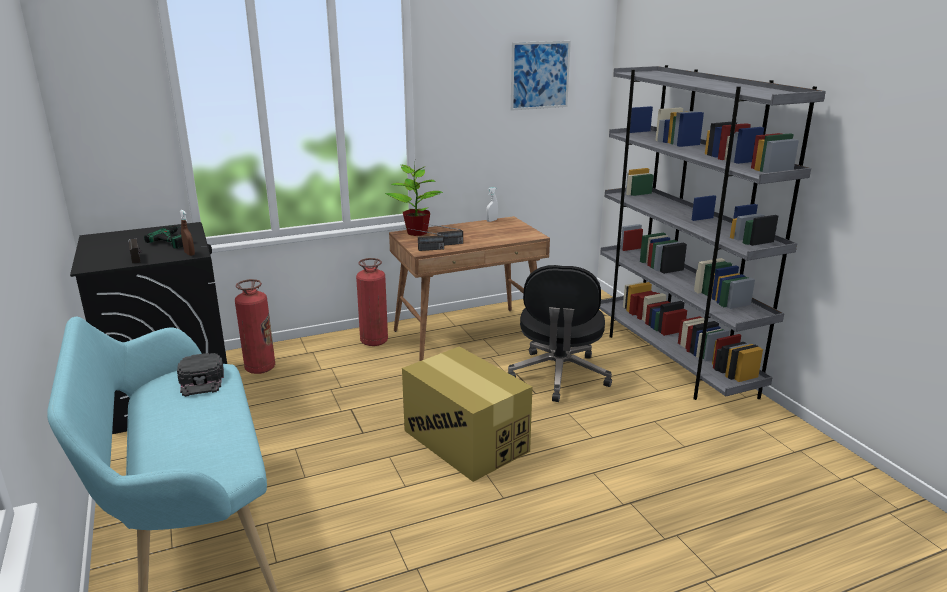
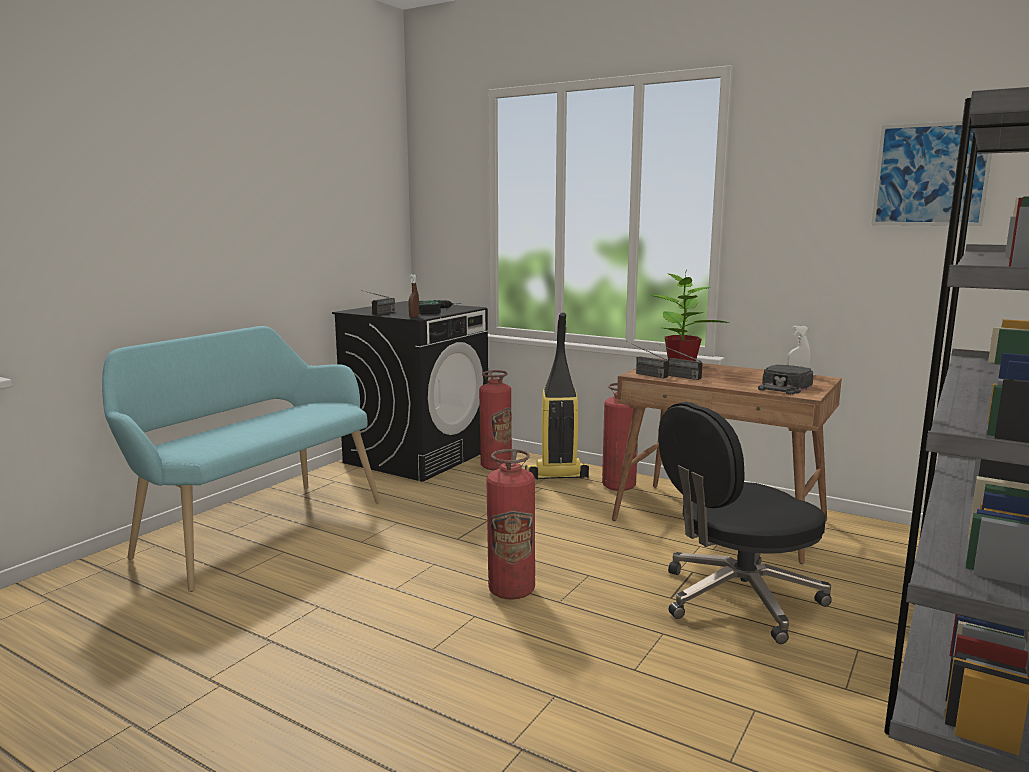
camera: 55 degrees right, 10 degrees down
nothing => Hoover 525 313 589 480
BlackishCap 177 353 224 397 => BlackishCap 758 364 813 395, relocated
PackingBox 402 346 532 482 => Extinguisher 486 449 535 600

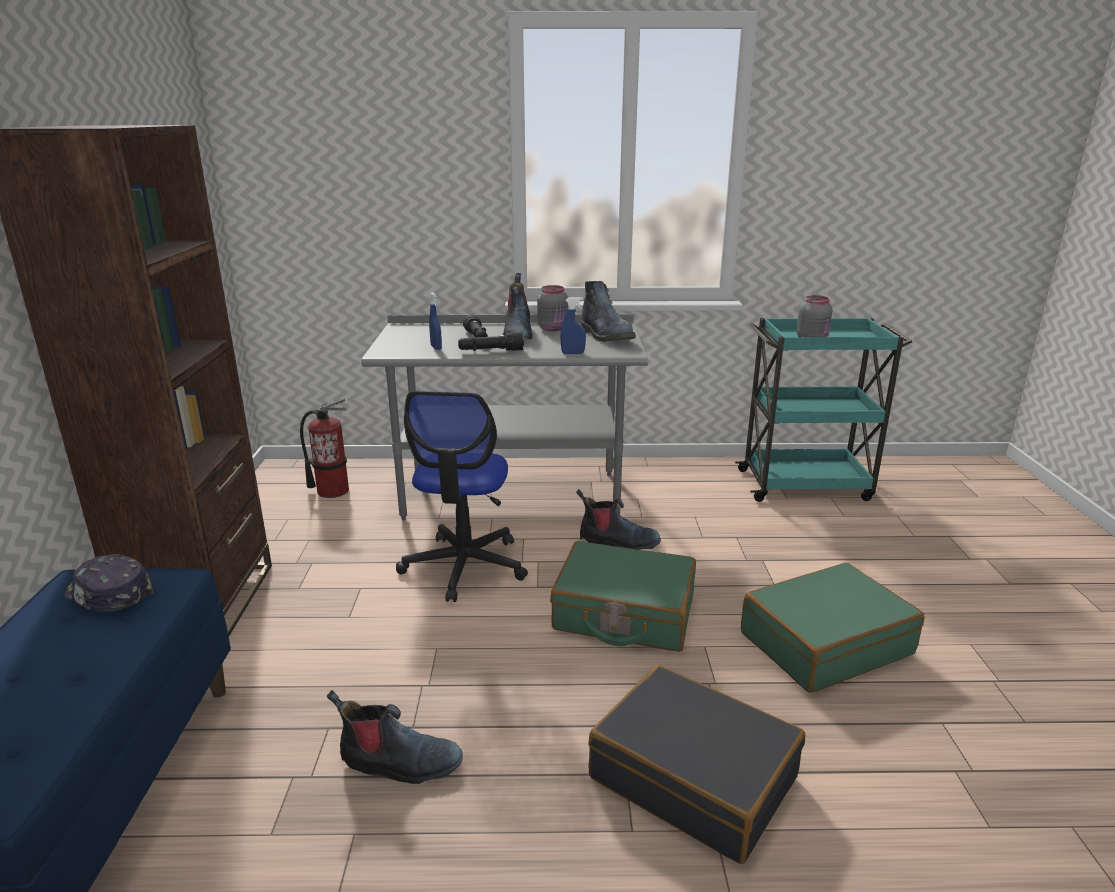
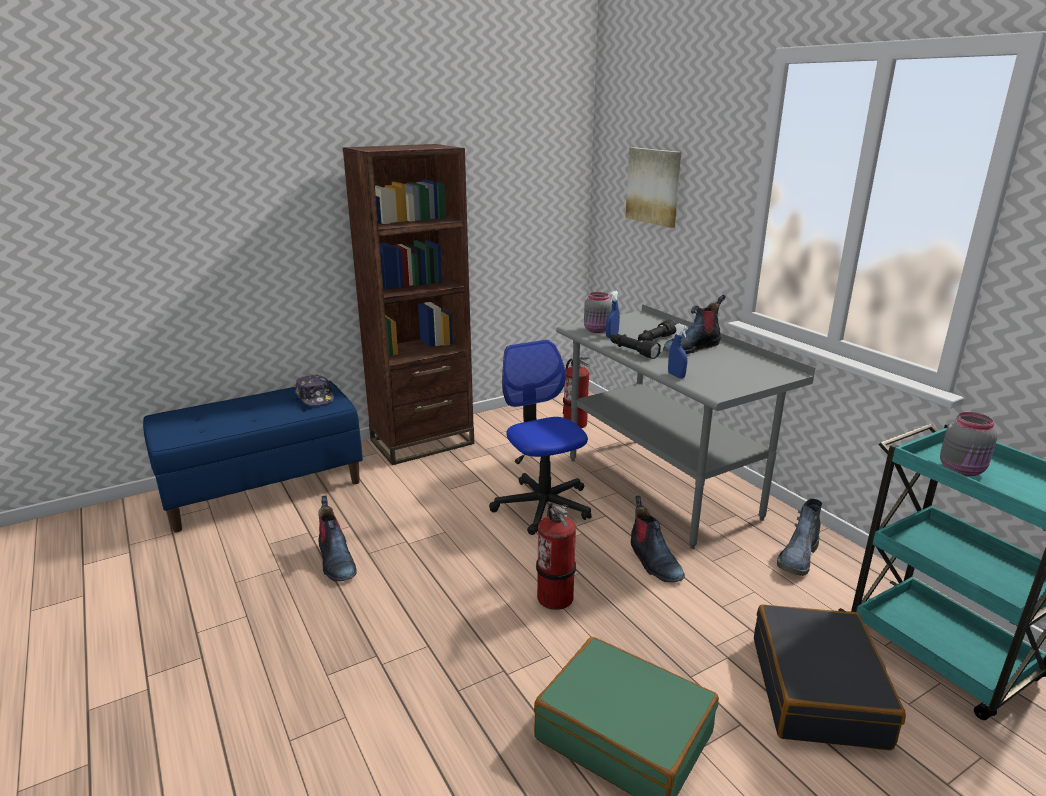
camera: 60 degrees right, 0 degrees up
nothing => Picture 625 147 681 228
GrayStorageJar 537 285 568 331 => GrayStorageJar 584 292 612 333, relocated
Boot 581 281 636 342 => Boot 777 499 822 576, relocated
BlackishSuitcase 588 665 805 864 => BlackishSuitcase 754 605 906 750, relocated
GreenishSuitcase 550 541 696 652 => Extinguisher 536 503 576 610
Cap 64 554 153 612 => Cap 295 374 334 406, 150 degrees clockwise
ComputerChair 396 391 528 602 => ComputerChair 489 340 592 535, 90 degrees clockwise

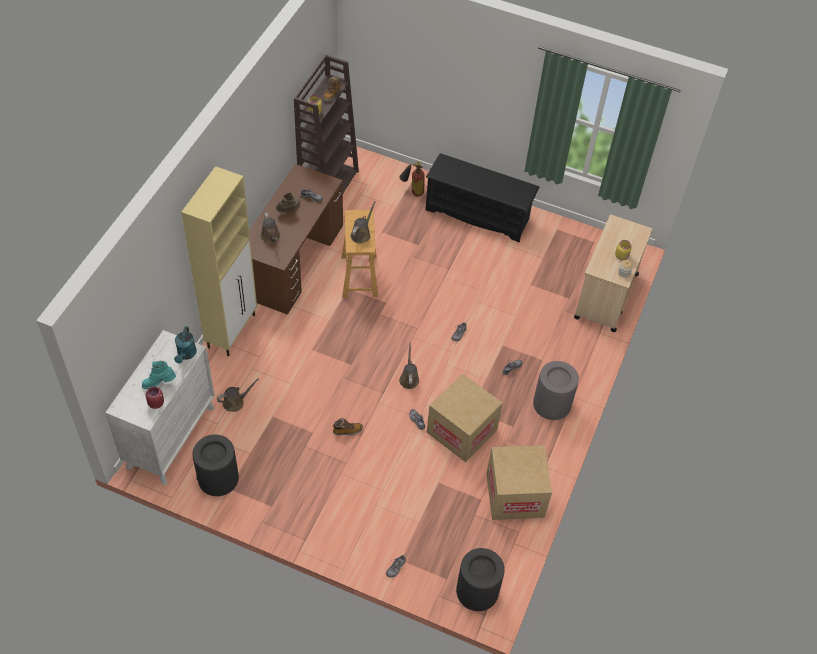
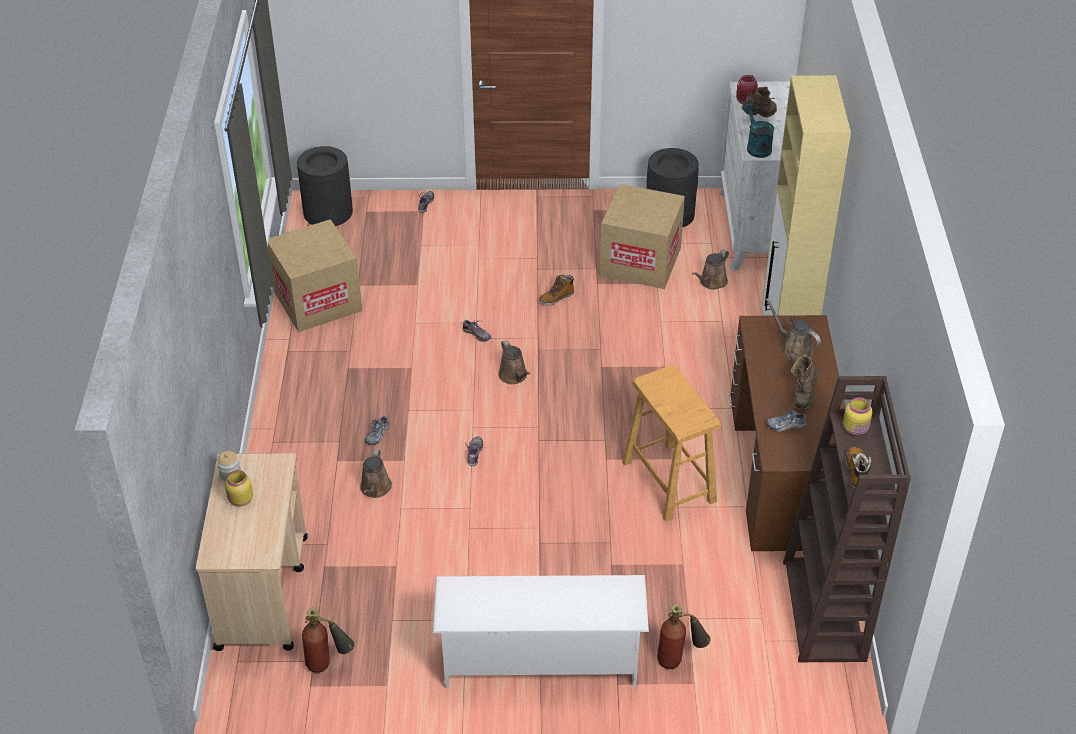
camera: 160 degrees right, 10 degrees down
GrayTrashCan 533 361 579 420 => nothing
nothing => Extinguisher 302 608 354 673
BrownSprinklingCan 351 201 376 243 => BrownSprinklingCan 360 449 392 498, relocated
PackingBox 427 374 503 462 => PackingBox 600 184 685 289, relocated
TurquoiseBoot 142 361 176 389 => BrownBoot 742 87 777 117
BlackishShoeStand 425 153 540 242 => WhitishShoeStand 433 575 649 688

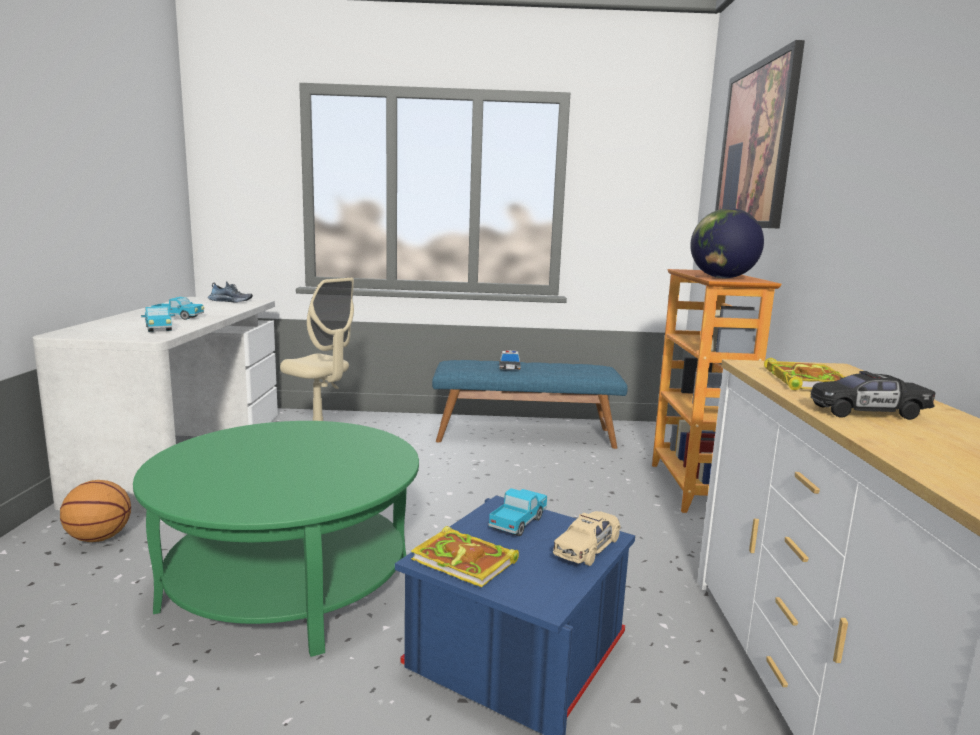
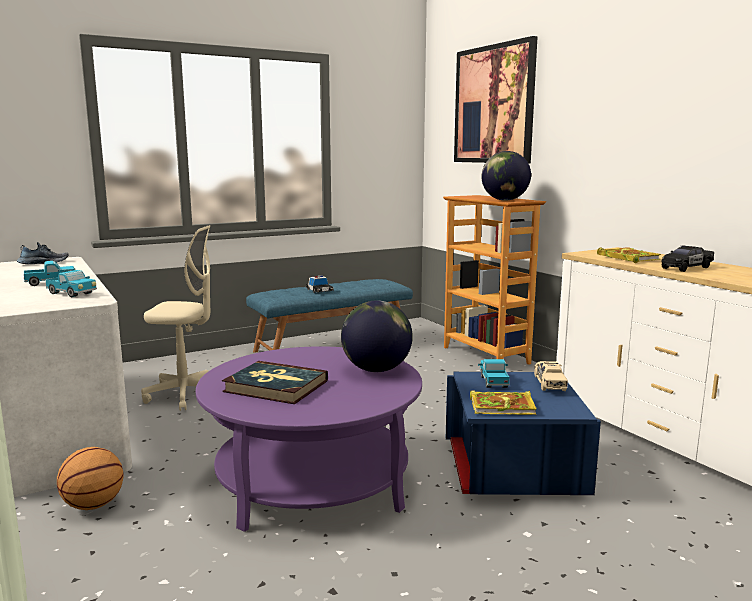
camera: 30 degrees left, 0 degrees up
nothing => BoundBook 222 361 328 404
nothing => WorldGlobe 341 300 413 372
GreenishLoungeTable 133 421 419 657 => PurpleColouredLoungeTable 196 346 422 532

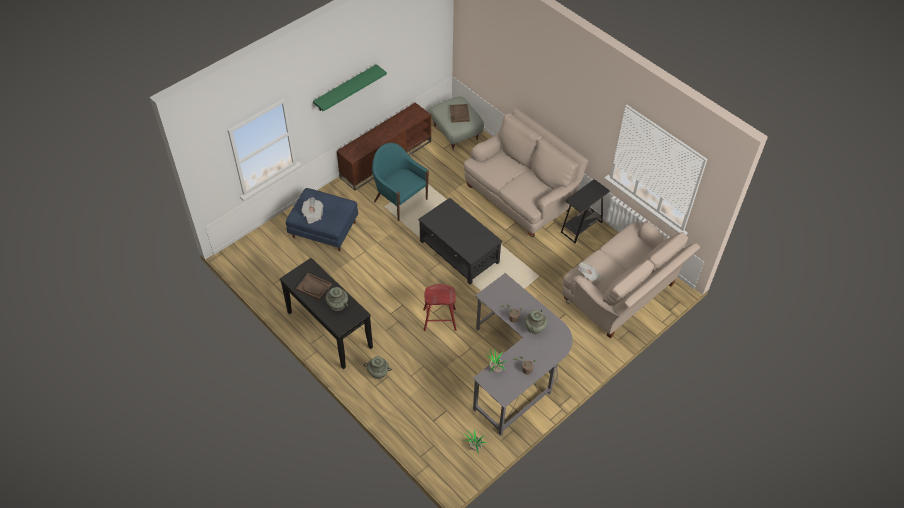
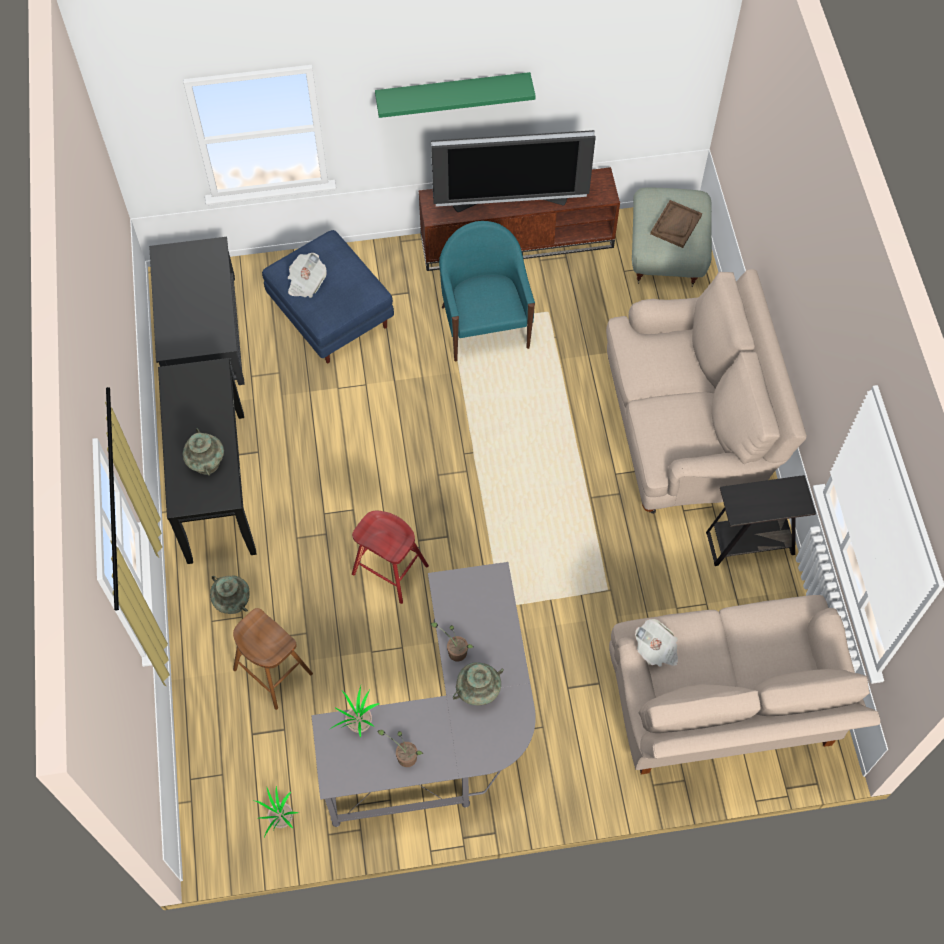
camera: 35 degrees right, 10 degrees up
BrownTray 296 273 332 301 => nothing
nothing => BrownStoolSeat 233 608 313 710
nothing => Television 431 130 596 212
BlackishLoungeTable 418 198 503 285 => BlackishLoungeTable 149 237 245 385, relocated

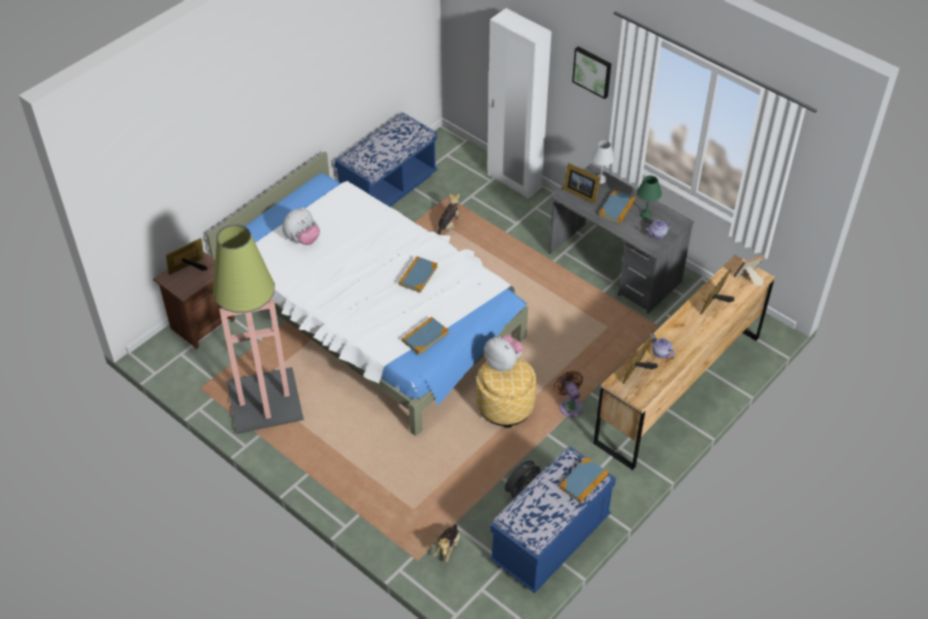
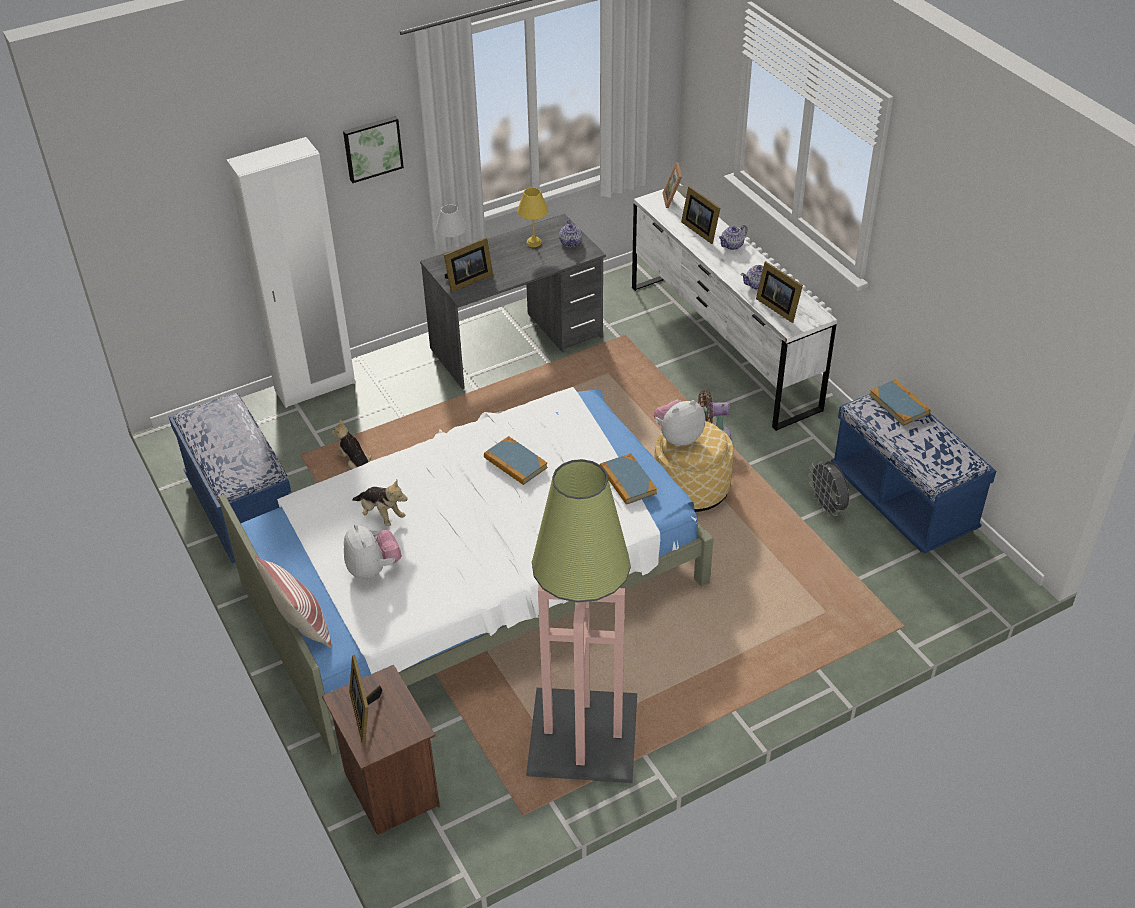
camera: 70 degrees left, 5 degrees down
BoundBook 599 190 635 224 => nothing
nothing => Pillow 255 555 331 648
nothing => PotForTea 719 225 748 250
SoftToy 433 524 460 562 => SoftToy 352 480 408 526, relocated
BrownChestOfDrawers 593 255 775 470 => WhitishChestOfDrawers 632 184 837 431
GreenishLampForATable 637 175 662 219 => YellowColouredLampForATable 517 187 548 247

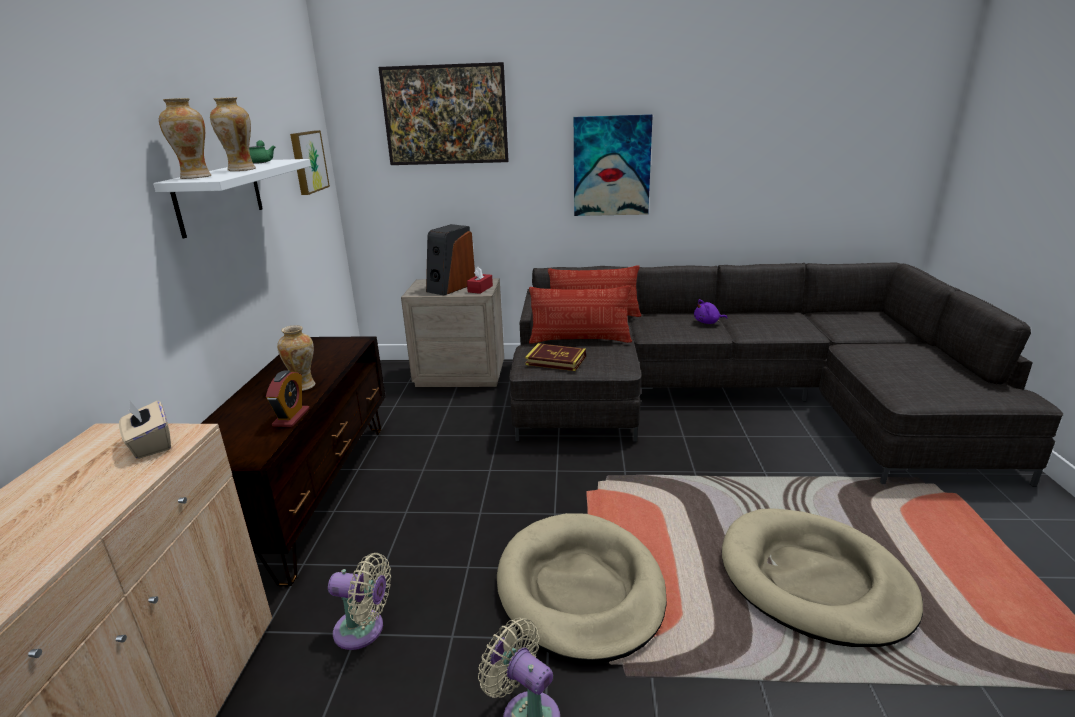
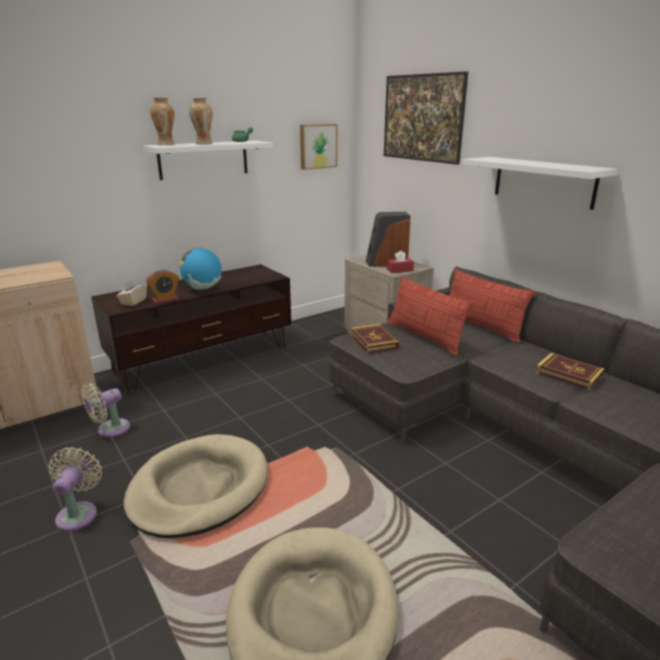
camera: 50 degrees right, 0 degrees up
BeigeColouredTissueBox 119 400 171 459 => BeigeColouredTissueBox 117 280 147 306, relocated
Vase 277 325 315 391 => WorldGlobe 180 248 222 290
Picture 574 114 653 216 => WhitishBracketShelf 462 157 618 210
PurpleColouredSoftToy 694 299 727 324 => BoundBook 535 353 604 391
BeigeColouredCoolingFan 328 553 391 650 => BeigeColouredCoolingFan 81 383 130 437, 75 degrees clockwise

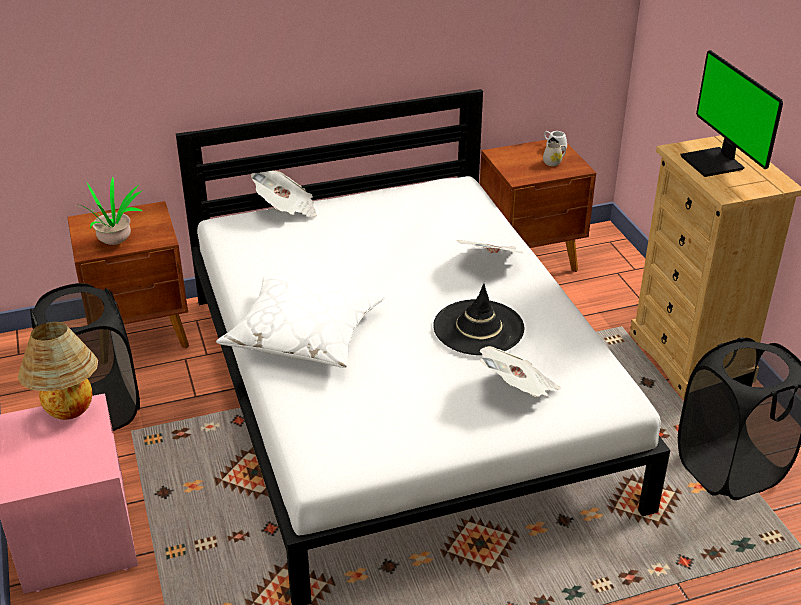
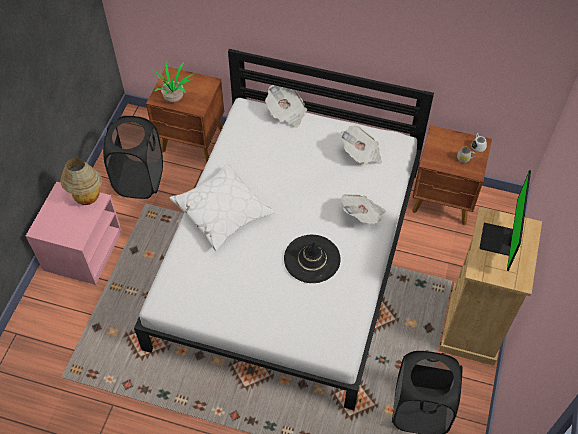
camera: 35 degrees right, 20 degrees up
Newspaper 480 346 561 397 => Newspaper 341 126 382 165, relocated

